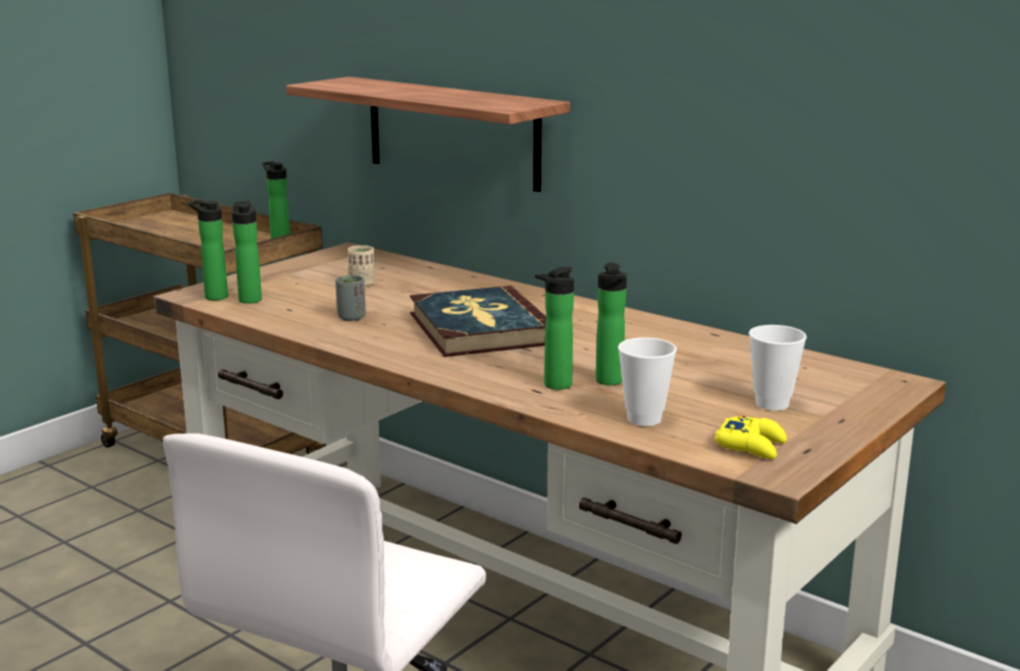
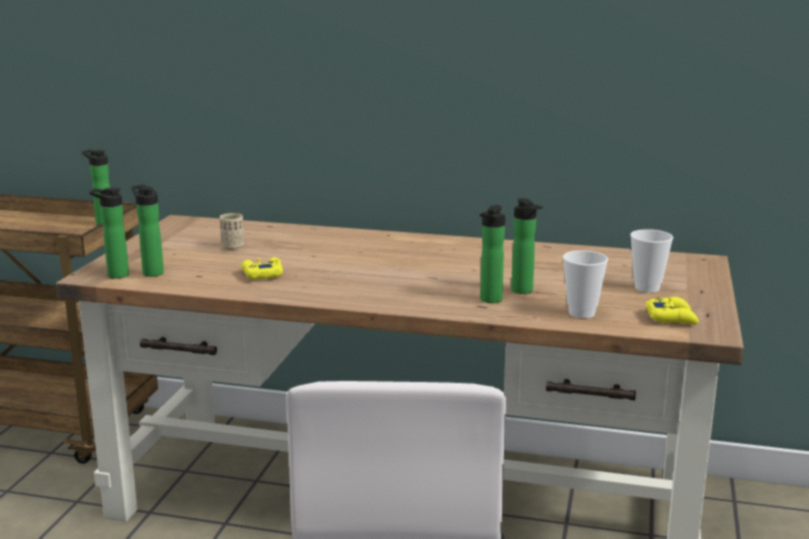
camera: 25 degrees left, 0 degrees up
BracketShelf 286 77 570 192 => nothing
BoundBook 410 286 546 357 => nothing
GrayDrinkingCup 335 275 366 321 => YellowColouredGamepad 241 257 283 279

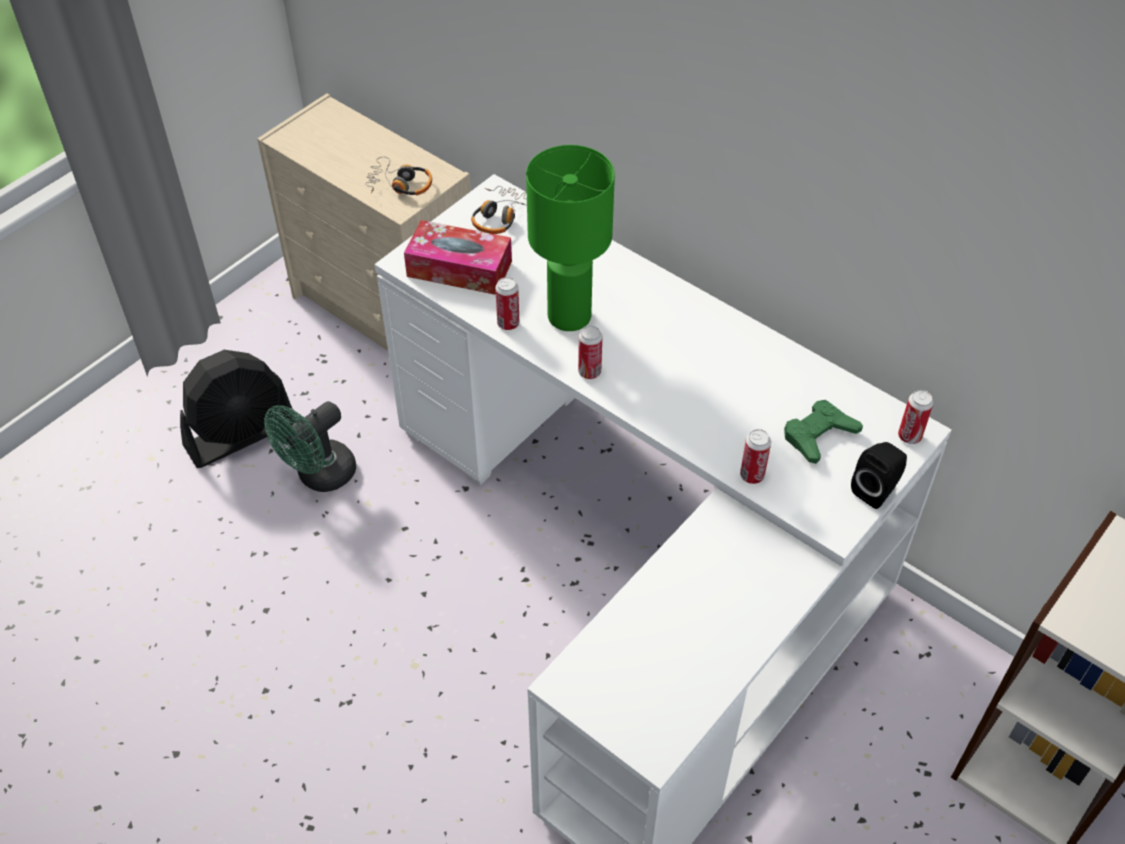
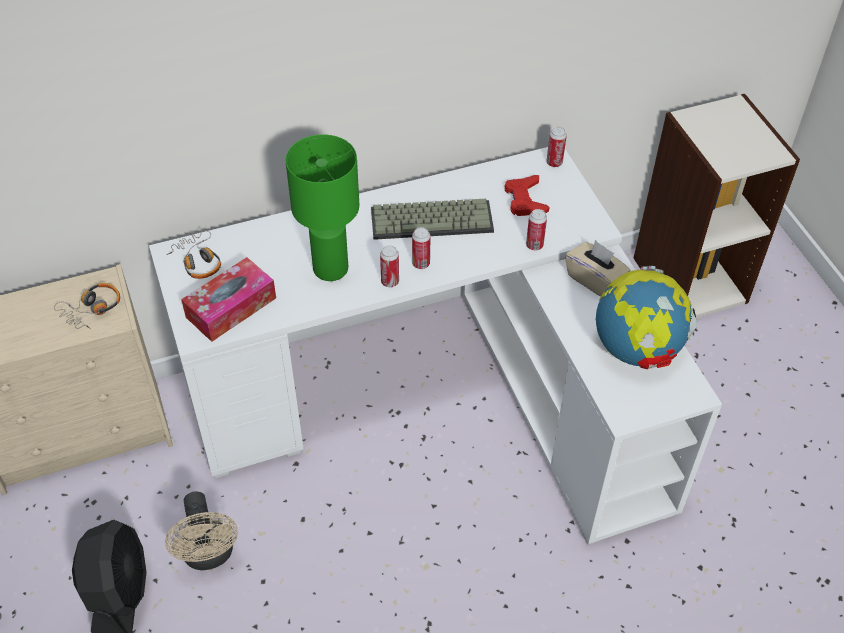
camera: 60 degrees left, 0 degrees up
BlackishLoudspeaker 851 442 907 509 => nothing
nothing => PcKeyboard 371 199 494 240
nothing => BeigeColouredTissueBox 565 240 630 297
nothing => WorldGlobe 595 266 697 369
MetalCan 495 277 519 330 => MetalCan 412 227 431 269, relocated
GreenishCoolingFan 264 401 356 492 => BeigeColouredCoolingFan 165 491 238 570
GreenishGamepad 784 400 863 464 => ReddishGamepad 504 175 549 216

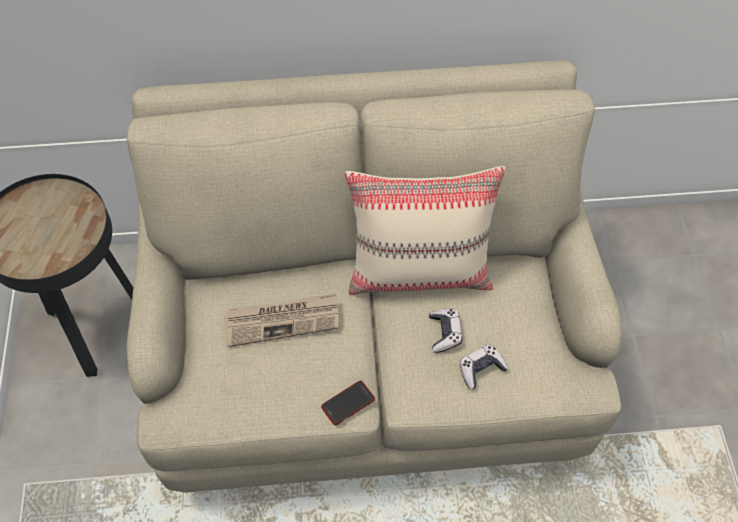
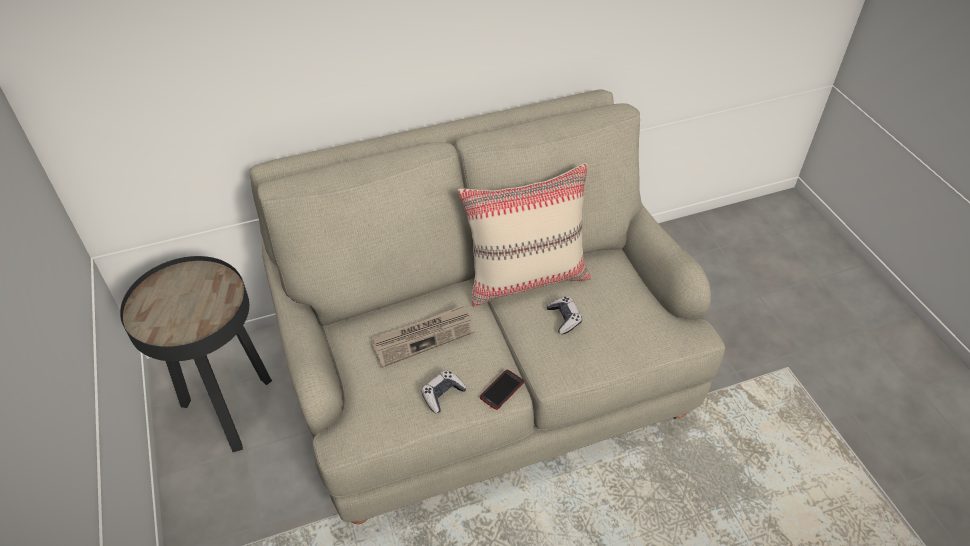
camera: 15 degrees left, 10 degrees down
Gamepad 460 344 509 389 => Gamepad 421 370 467 413, relocated

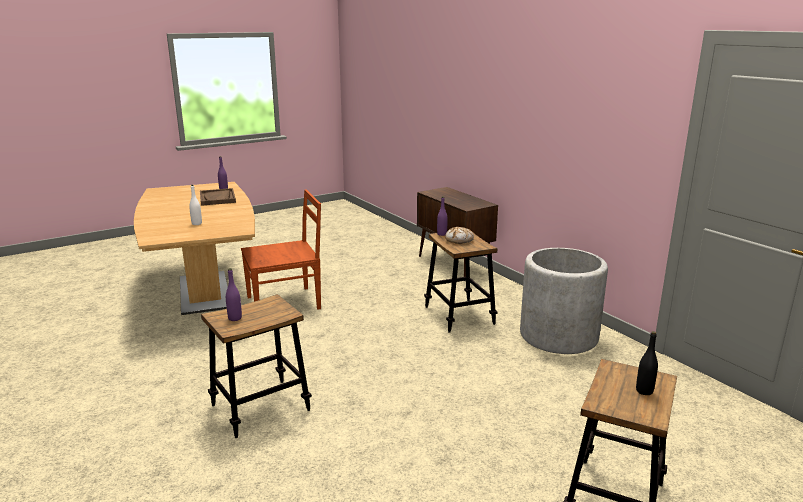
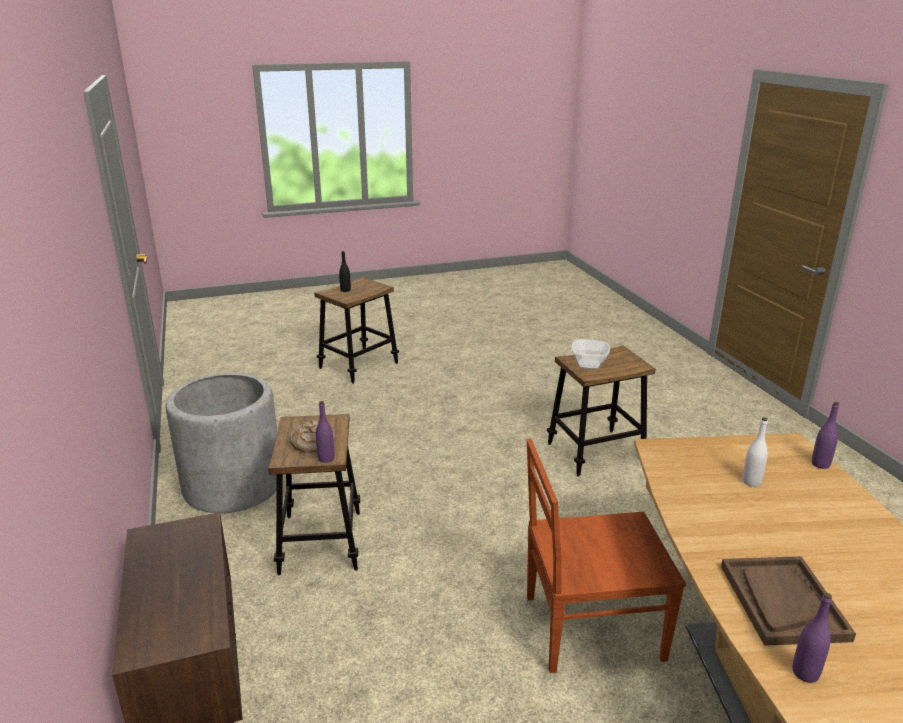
camera: 165 degrees left, 5 degrees up
nothing => ServingBowl 571 339 610 370
PurpleColouredBottle 226 268 242 321 => PurpleColouredBottle 812 402 839 469, relocated

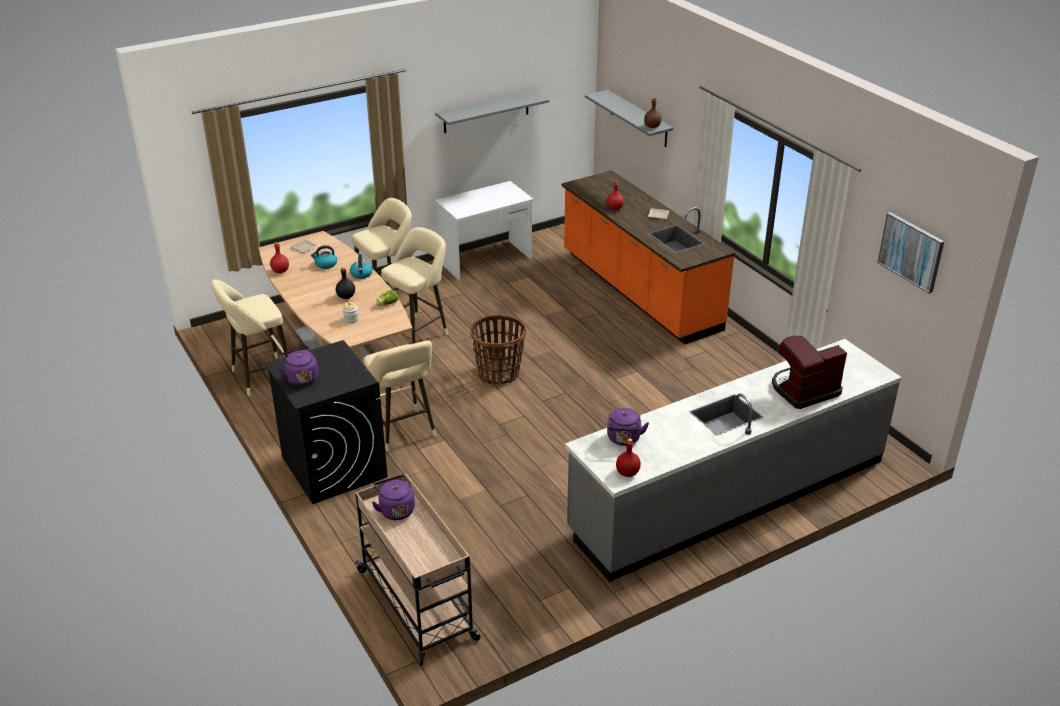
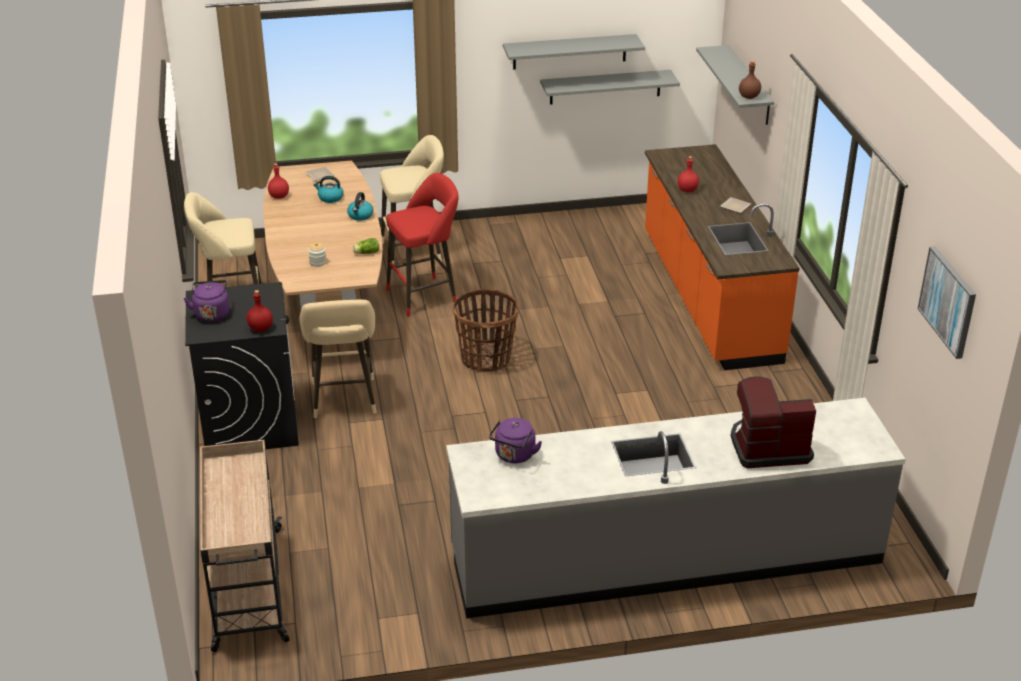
camera: 20 degrees right, 0 degrees up
BlackishBottle 336 267 355 299 => nothing
PurpleColouredTeaKettle 372 475 415 520 => nothing
WhitishDeskUnit 435 181 534 280 => nothing
nothing => GrayBracketShelf 540 70 680 105
ReddishBottle 616 439 641 477 => ReddishBottle 247 290 273 332, relocated
BeigeColouredStoolSeat 381 227 448 344 => ReddishStoolSeat 386 173 459 317

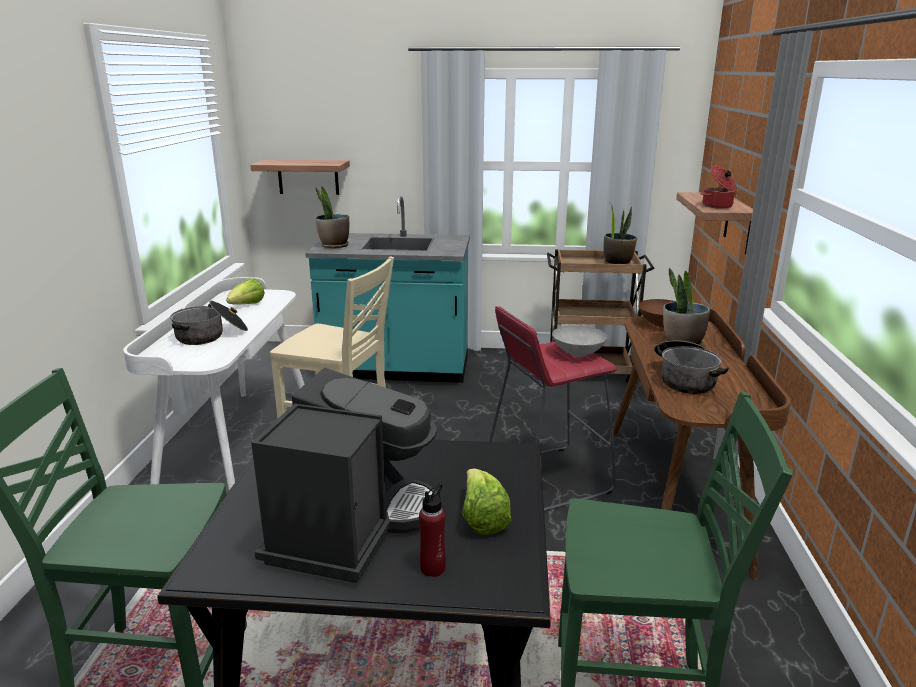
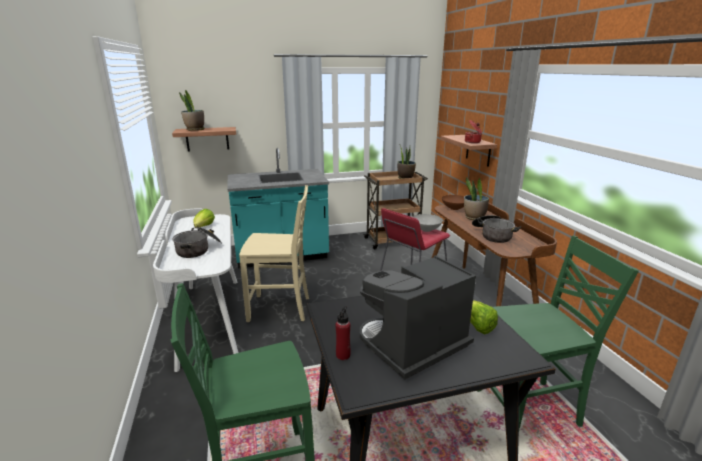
camera: 20 degrees left, 0 degrees up
PottedPlant 315 186 349 249 => PottedPlant 179 90 205 131, relocated
ReddishBottle 419 484 446 577 => ReddishBottle 336 306 351 360, relocated
CoffeeBrewer 251 367 437 583 => CoffeeBrewer 360 256 476 380, 120 degrees counterclockwise

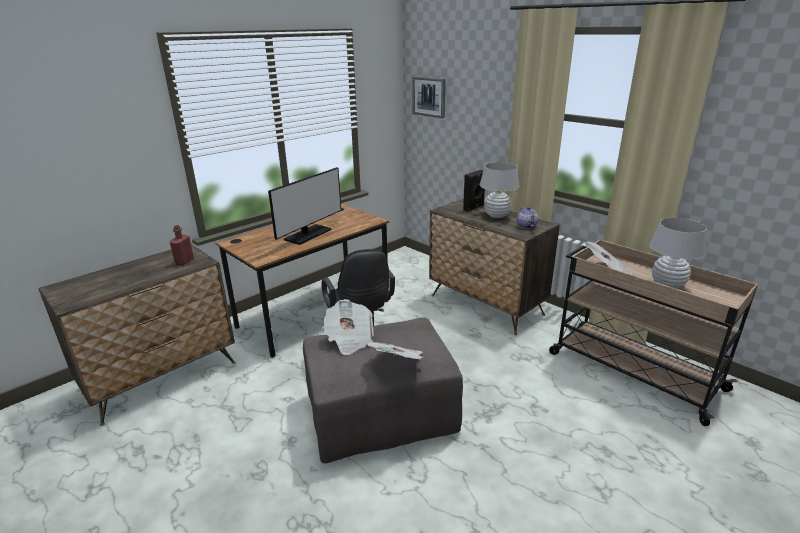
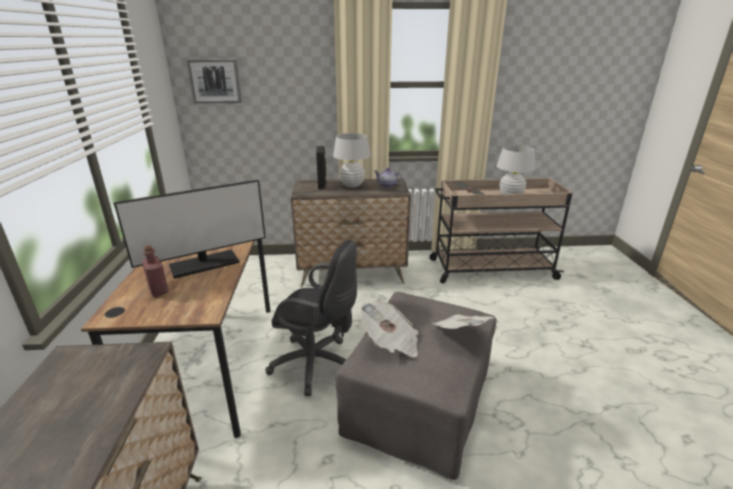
camera: 50 degrees left, 0 degrees up
ReddishBottle 169 225 194 265 => ReddishBottle 142 245 169 297, relocated
Monitor 268 167 341 245 => Monitor 114 180 266 279, 75 degrees clockwise

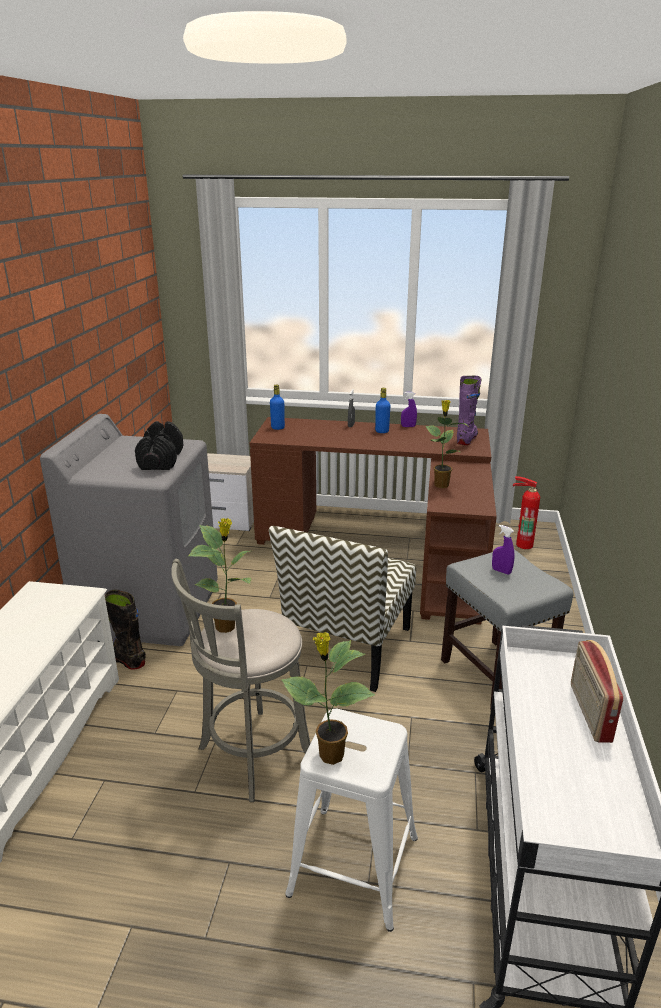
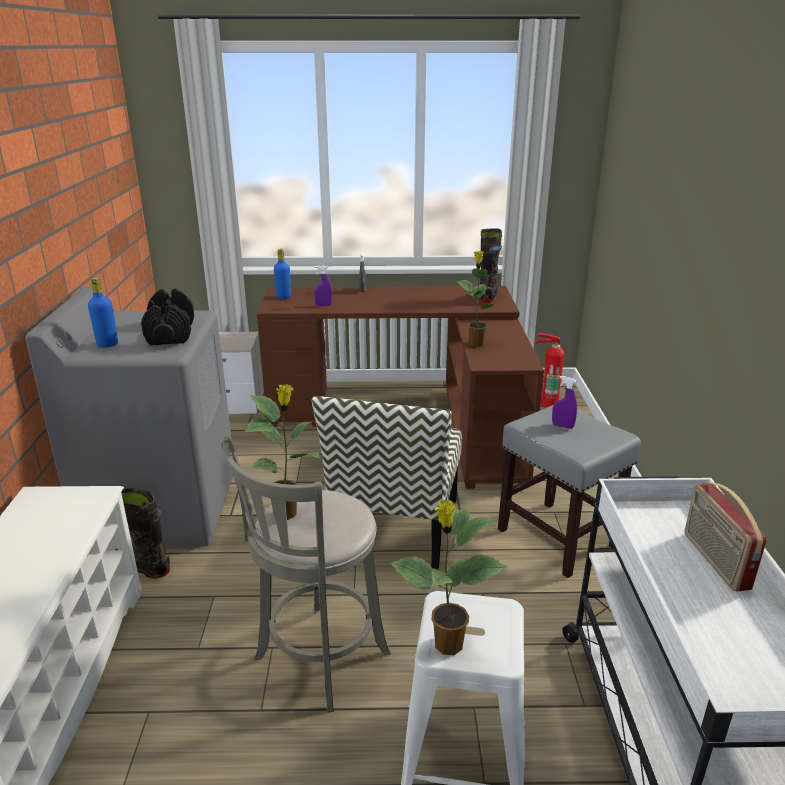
camera: 10 degrees left, 0 degrees up
BlueColouredBottle 375 388 390 433 => BlueColouredBottle 88 277 118 347, relocated
PurpleColouredSprayBottle 401 392 417 427 => PurpleColouredSprayBottle 314 265 332 306, relocated
PurpleColouredBoot 457 376 482 445 => BlackishBoot 480 228 502 303

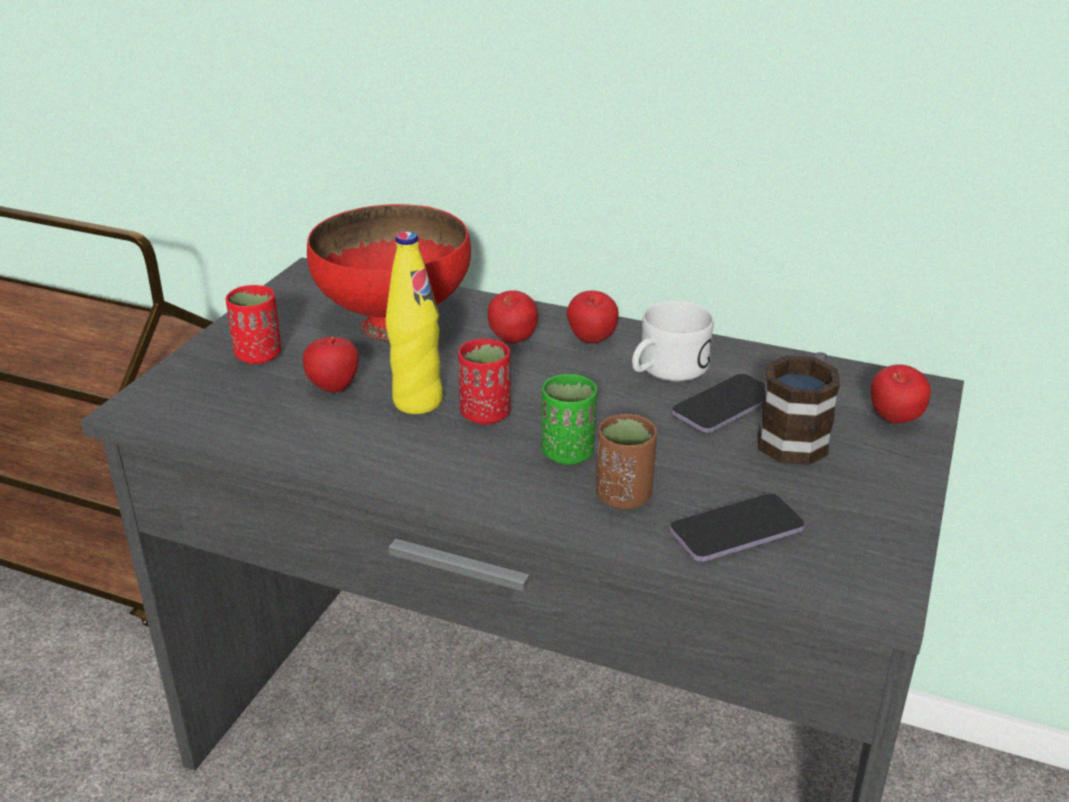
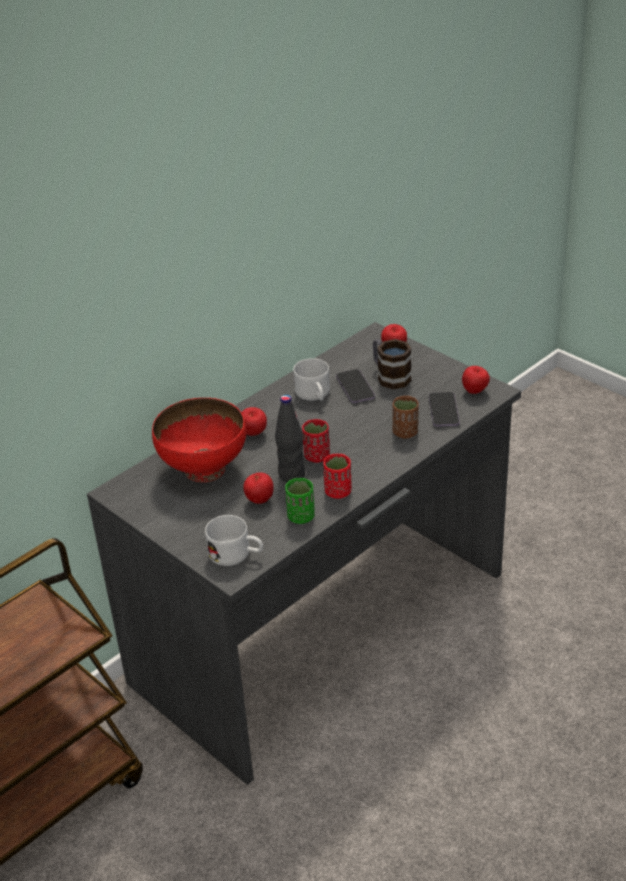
camera: 65 degrees left, 5 degrees up
nothing => WhitishMug 205 515 263 566
ReddishDrinkingCup 226 285 281 364 => ReddishDrinkingCup 323 454 351 499, relocated
GreenishDrinkingCup 541 374 597 465 => GreenishDrinkingCup 285 478 315 524, relocated
WholeApple 567 291 619 343 => WholeApple 462 366 490 394, relocated
YellowColouredBottle 386 232 443 414 => BlackishBottle 275 395 305 482

